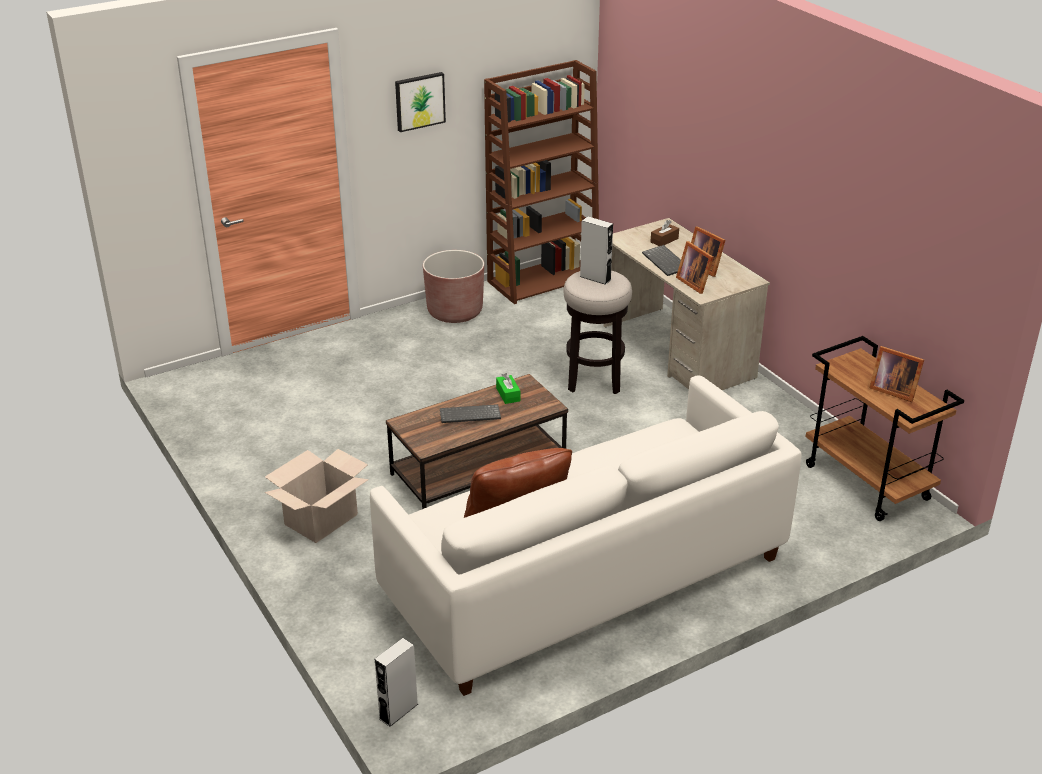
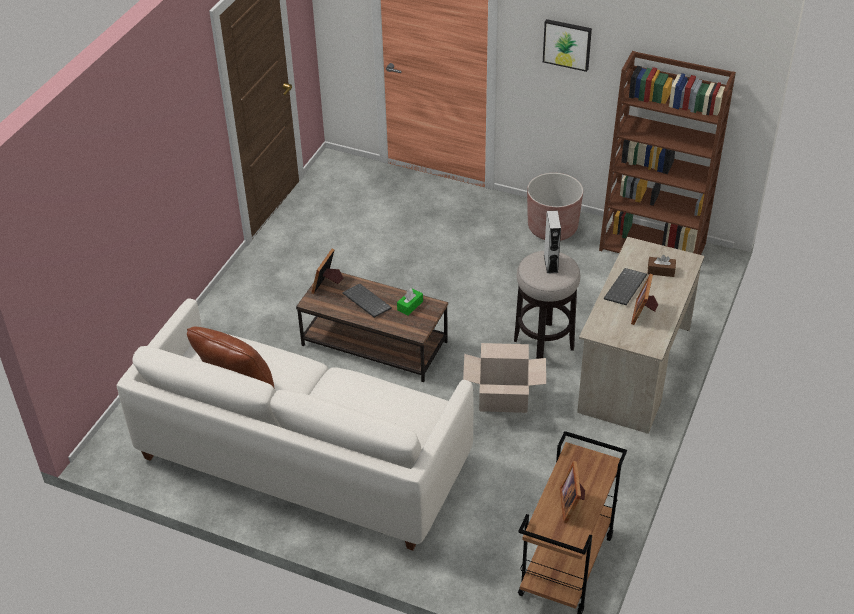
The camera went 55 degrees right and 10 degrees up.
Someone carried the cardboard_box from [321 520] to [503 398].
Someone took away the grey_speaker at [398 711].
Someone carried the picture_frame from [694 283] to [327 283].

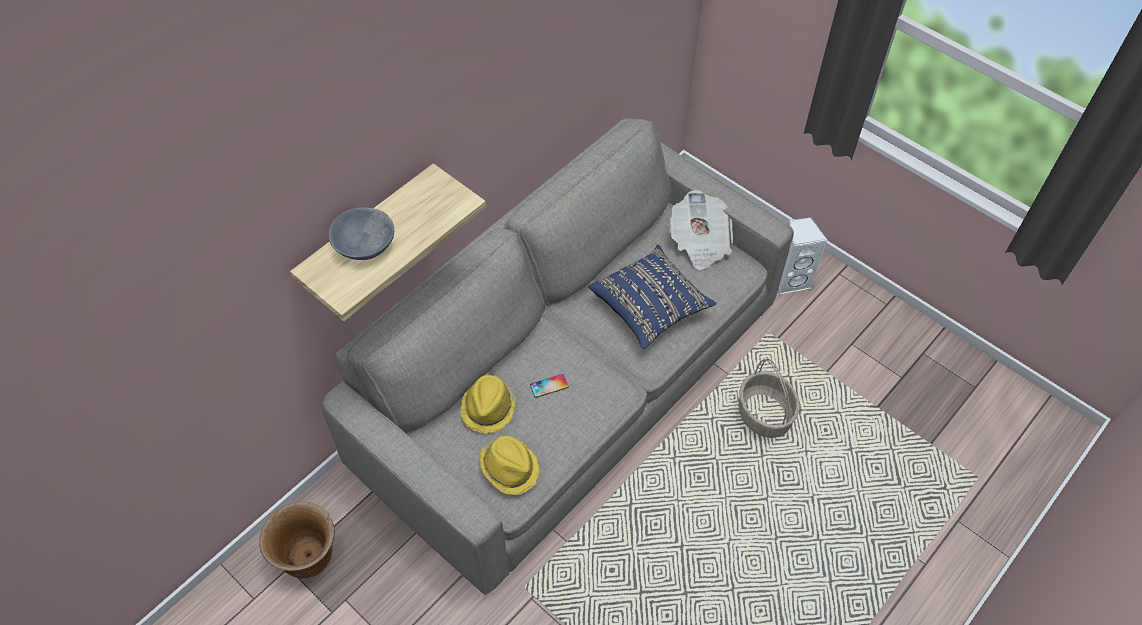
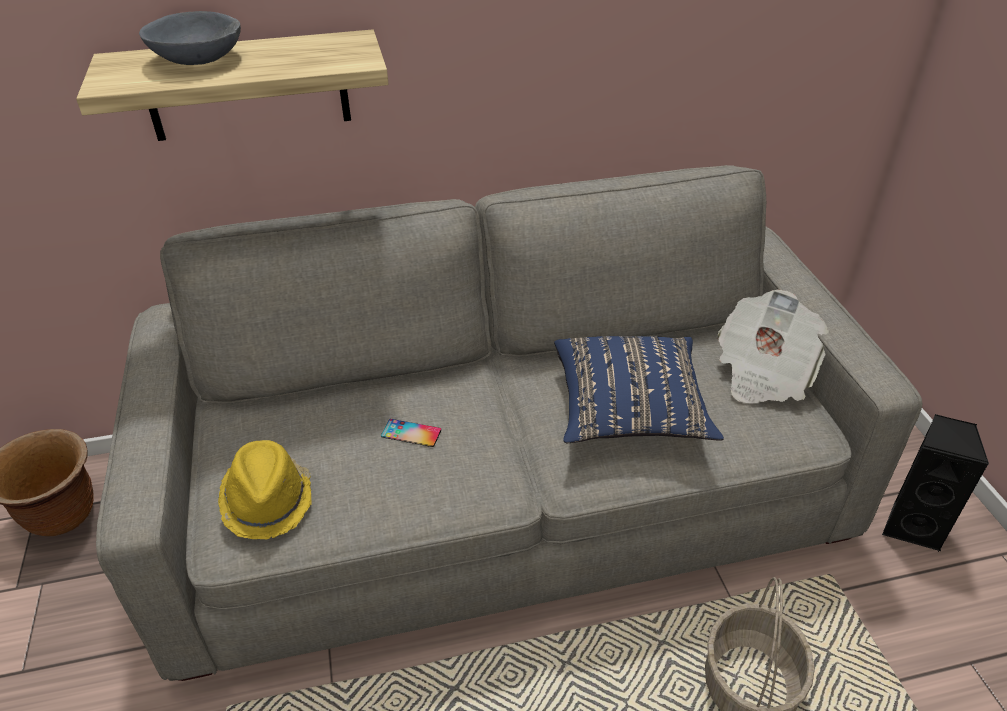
The camera went 35 degrees right and 15 degrees down.
Someone took away the yellow_hat at [489 407].
Someone repainted the white_speaker at [791 280], which became the black_speaker at [912 526].

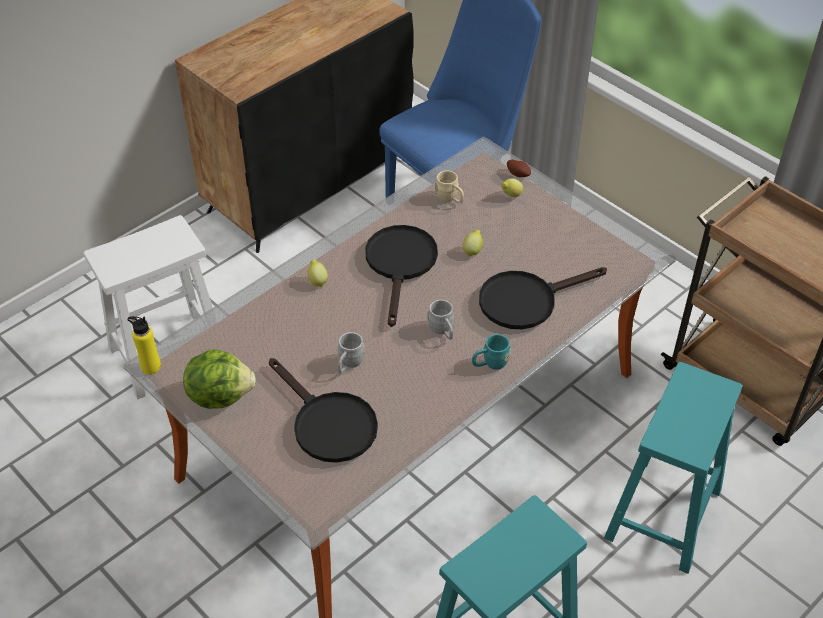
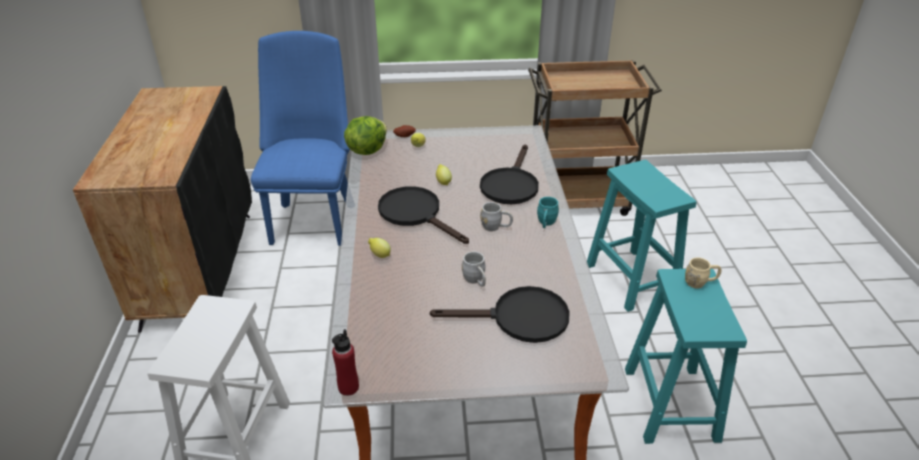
The camera went 50 degrees left and 10 degrees down.
Someone repainted the yellow_bottle at [150 366], which became the red_bottle at [348 387].
Someone carried the lettuce from [220 395] to [366 150].
Someone carried the beige_mug from [450 199] to [700 282].

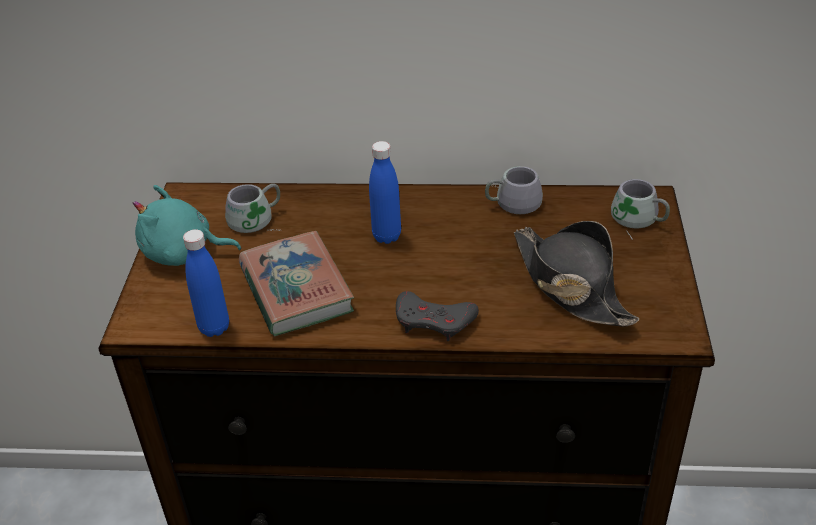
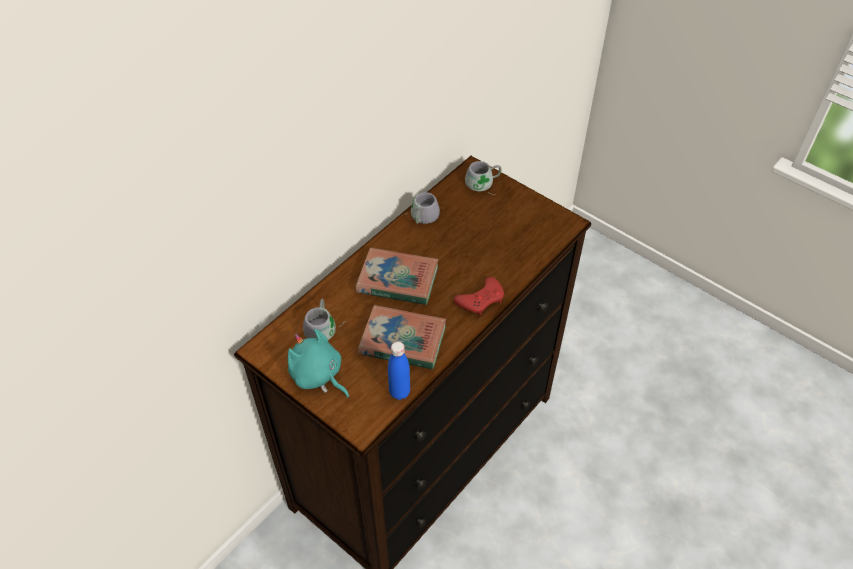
The camera went 55 degrees left and 10 degrees up.
Someone rotated the turquoise_plush_toy at [183 253] by 90 degrees clockwise.
Someone swapped the blue_bottle at [386 236] for the book at [397 280].
Someone repainted the grey_game_controller at [434 321], which became the red_game_controller at [481 300].
Someone took away the black_hat at [570 284].

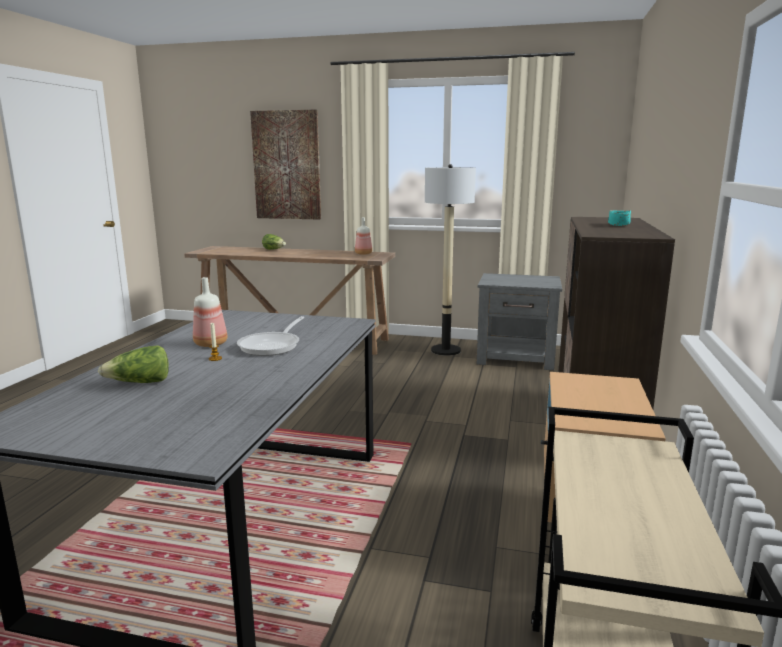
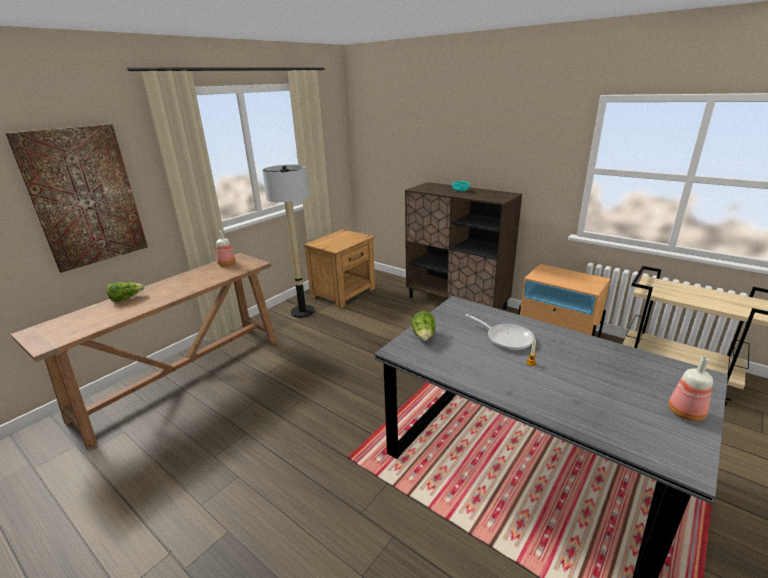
The camera went 65 degrees left and 10 degrees up.
Someone carried the lettuce from [140 383] to [424 336].
Someone carried the bottle from [211 343] to [684 412].
Someone repainted the grey_nightstand at [517 358], which became the brown_nightstand at [344 293].

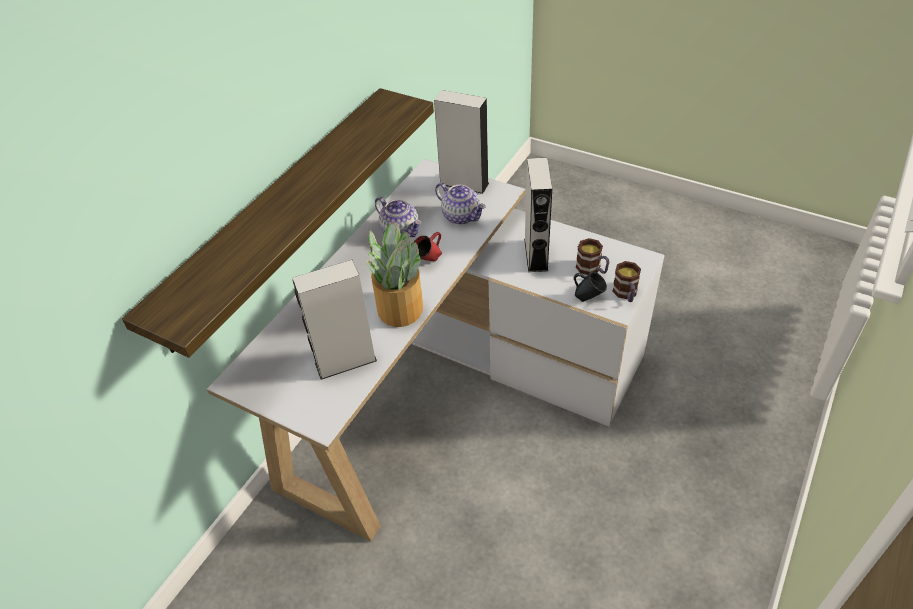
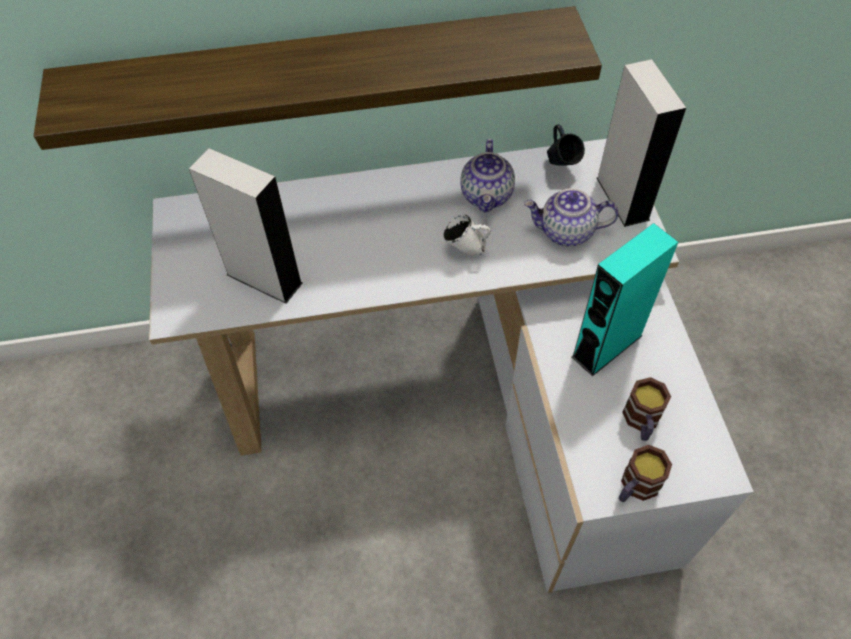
The camera went 50 degrees right and 10 degrees up.
Someone took away the potted_plant at [400 307].
Someone repainted the red_mug at [429 261], which became the white_mug at [466 251].
Someone rotated the teapot at [461 216] by 90 degrees clockwise.
Someone repainted the grey_speaker at [536 254], which became the turquoise_speaker at [607 346].
Someone carried the blue_mug from [588 298] to [561 165].

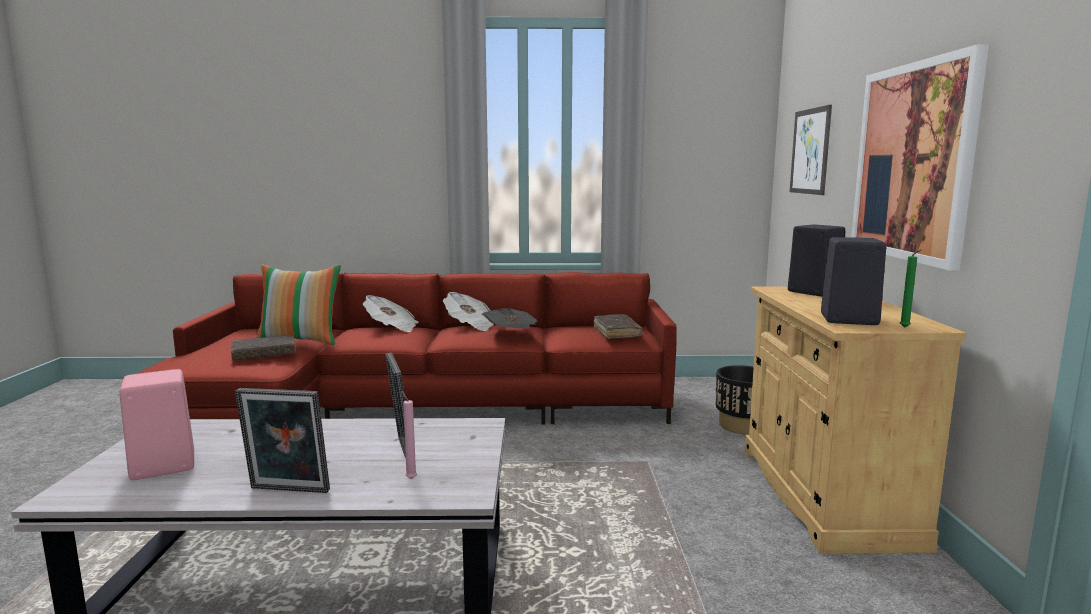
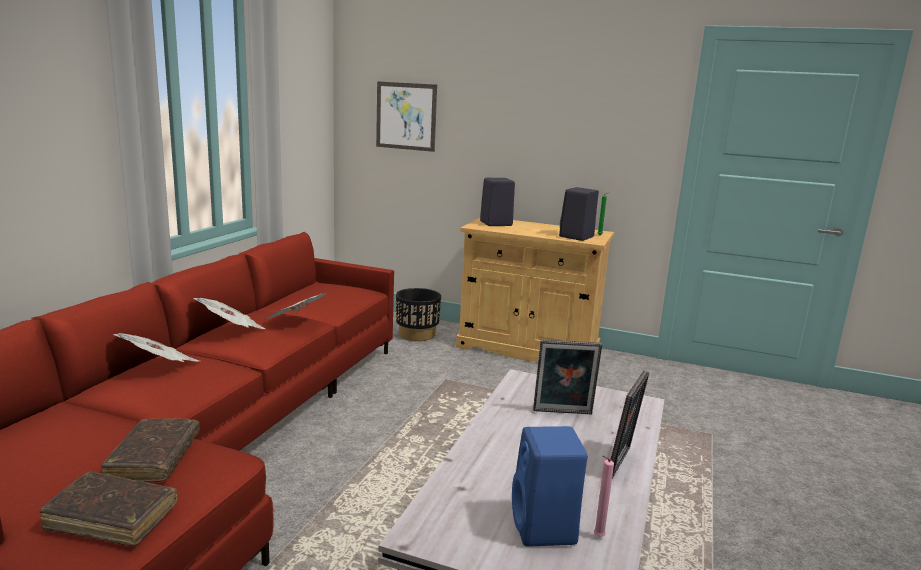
The camera went 70 degrees left and 5 degrees up.
Someone repainted the pink_speaker at [160 466], which became the blue_speaker at [545 529].
Someone took away the pillow at [300 341].
Someone carried the pink_candle from [410 478] to [597 537].
Someone carried the brown_book from [616 332] to [112 517].
Someone took away the picture at [912 162].

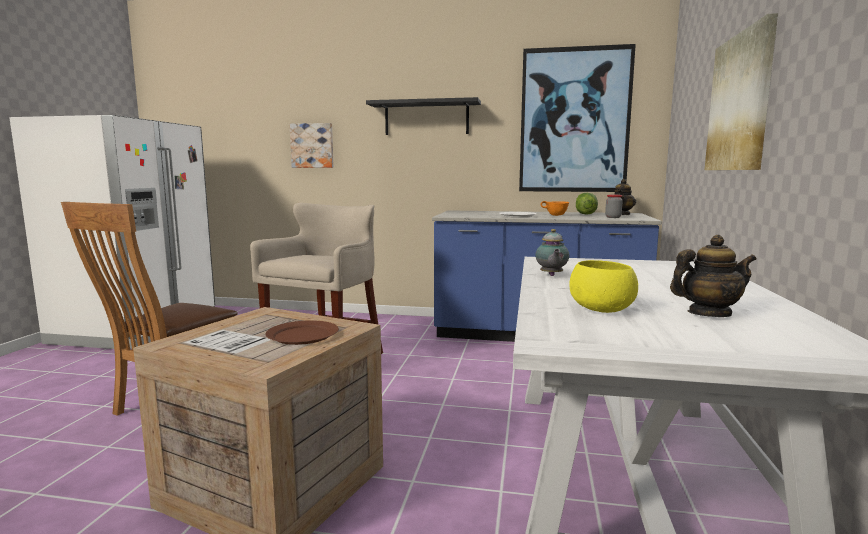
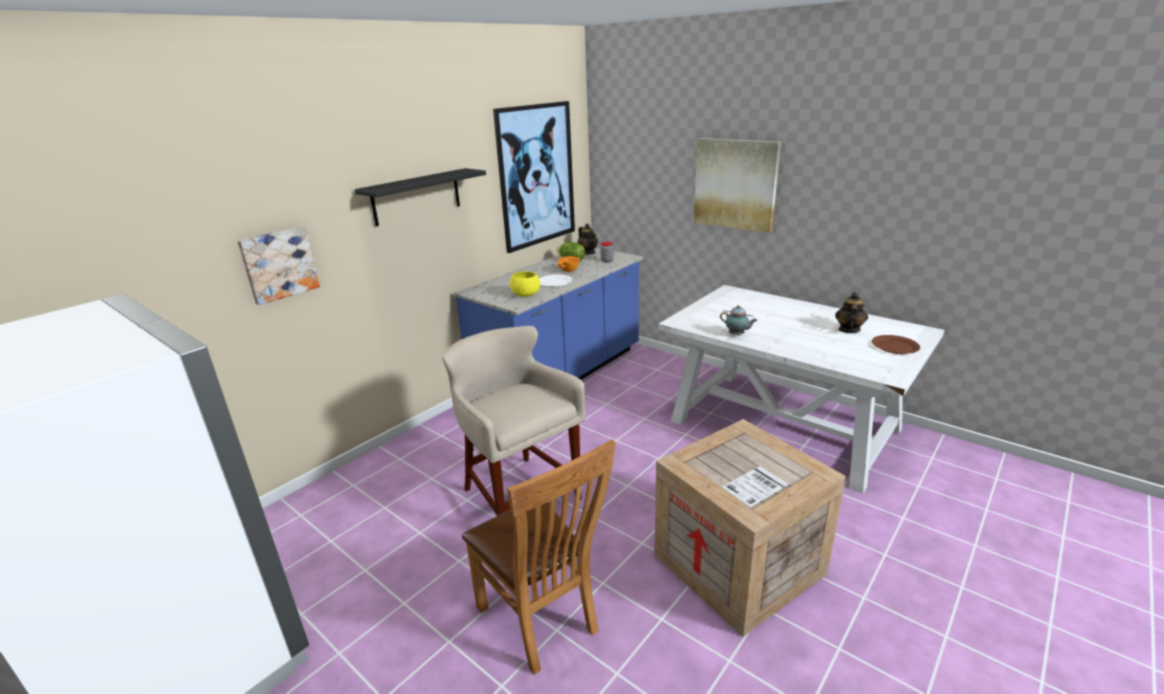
The camera went 60 degrees left and 15 degrees up.
Someone carried the brown_plate from [302 335] to [895 347].
Someone carried the yellow_bowl from [602 310] to [526 295].

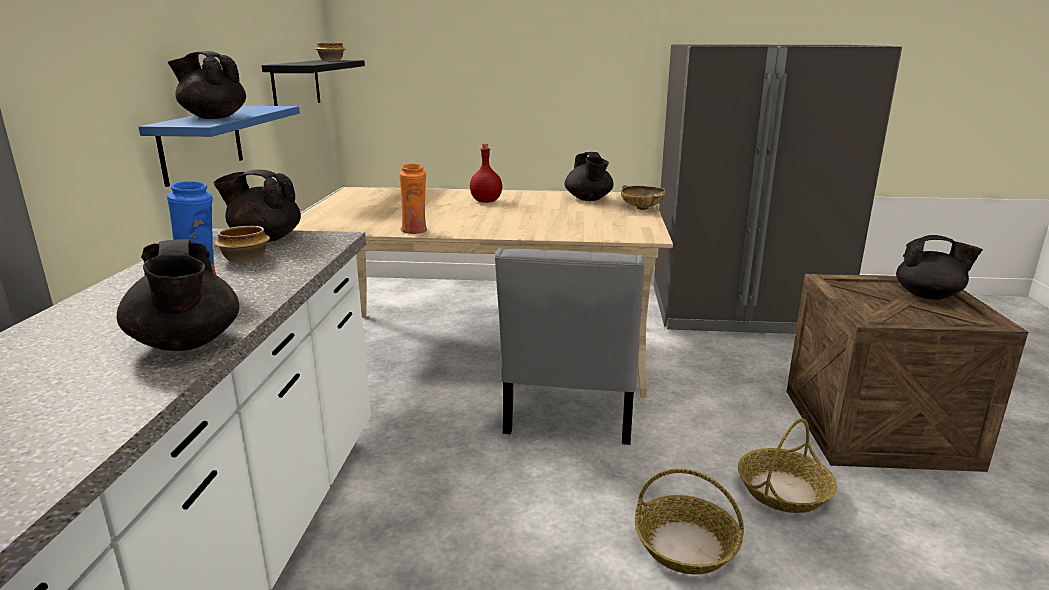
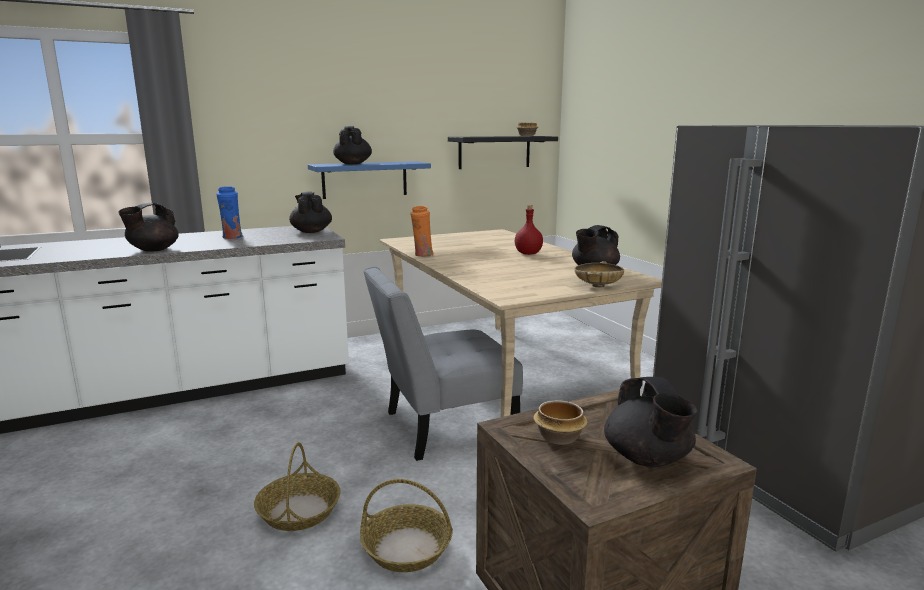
The camera went 60 degrees right and 5 degrees down.
Someone carried the bowl from [244 259] to [558 437].

